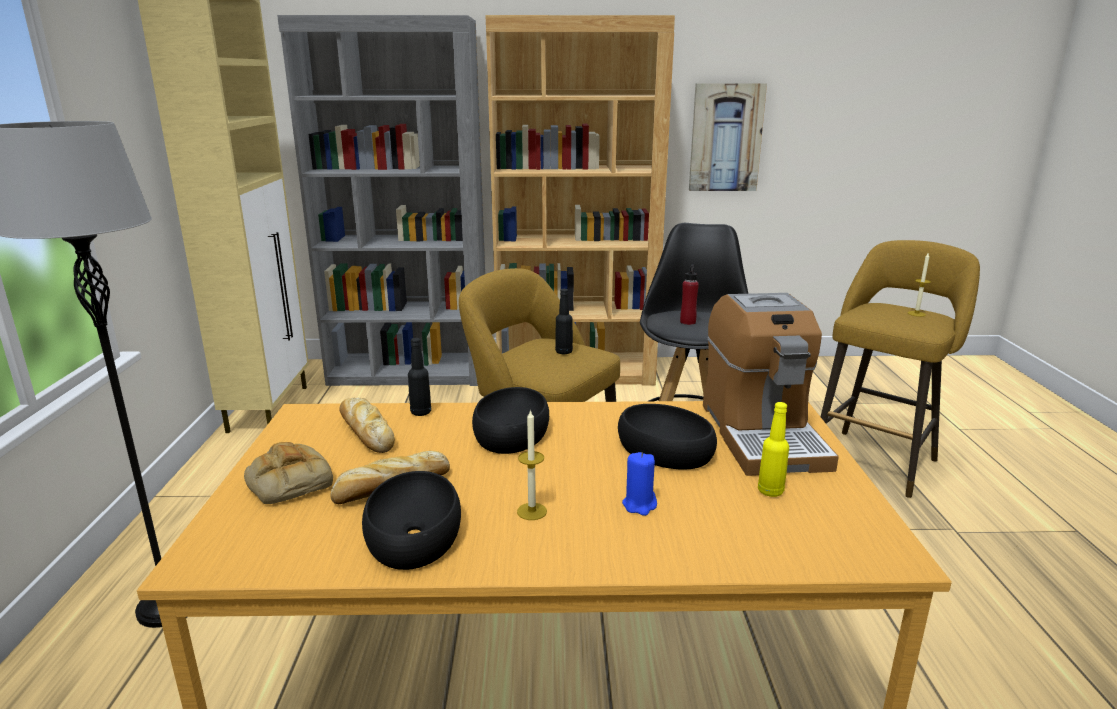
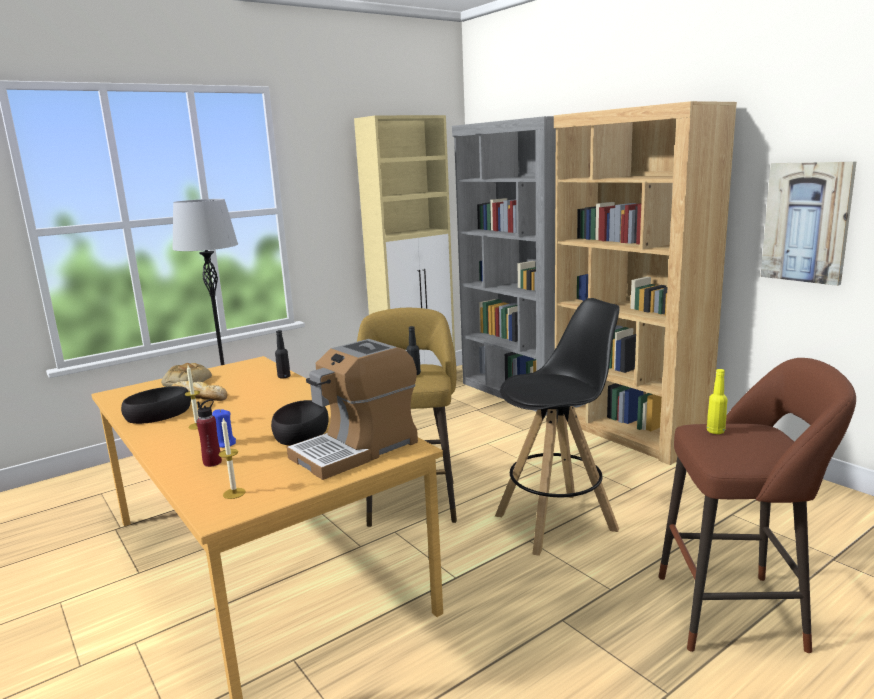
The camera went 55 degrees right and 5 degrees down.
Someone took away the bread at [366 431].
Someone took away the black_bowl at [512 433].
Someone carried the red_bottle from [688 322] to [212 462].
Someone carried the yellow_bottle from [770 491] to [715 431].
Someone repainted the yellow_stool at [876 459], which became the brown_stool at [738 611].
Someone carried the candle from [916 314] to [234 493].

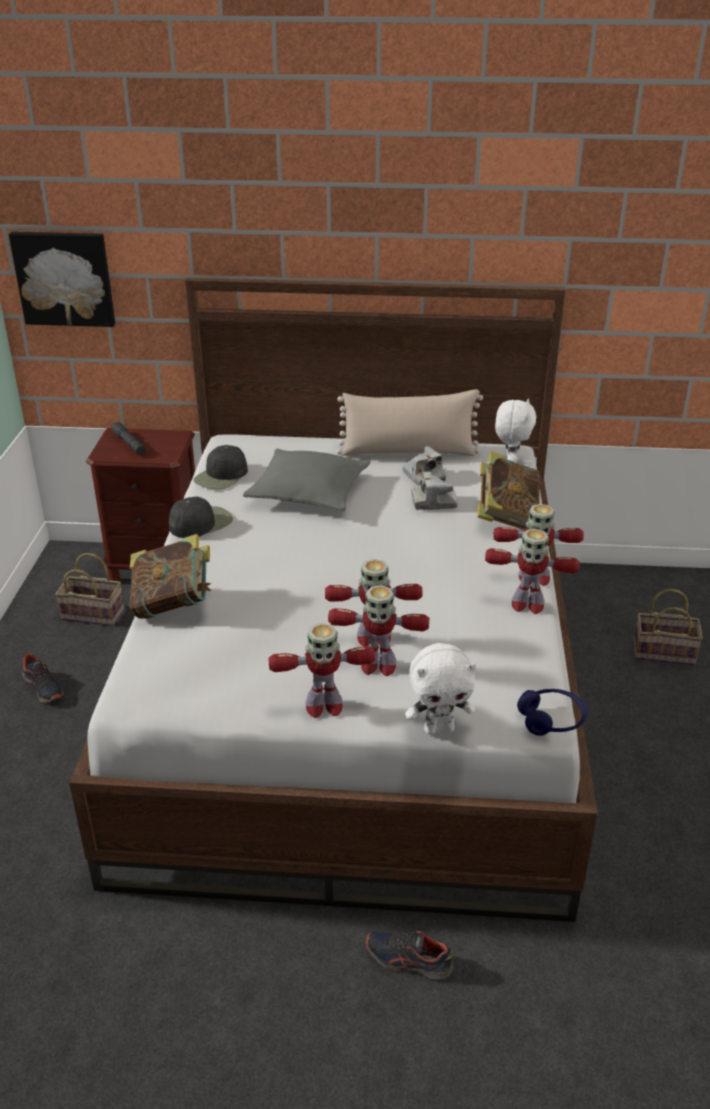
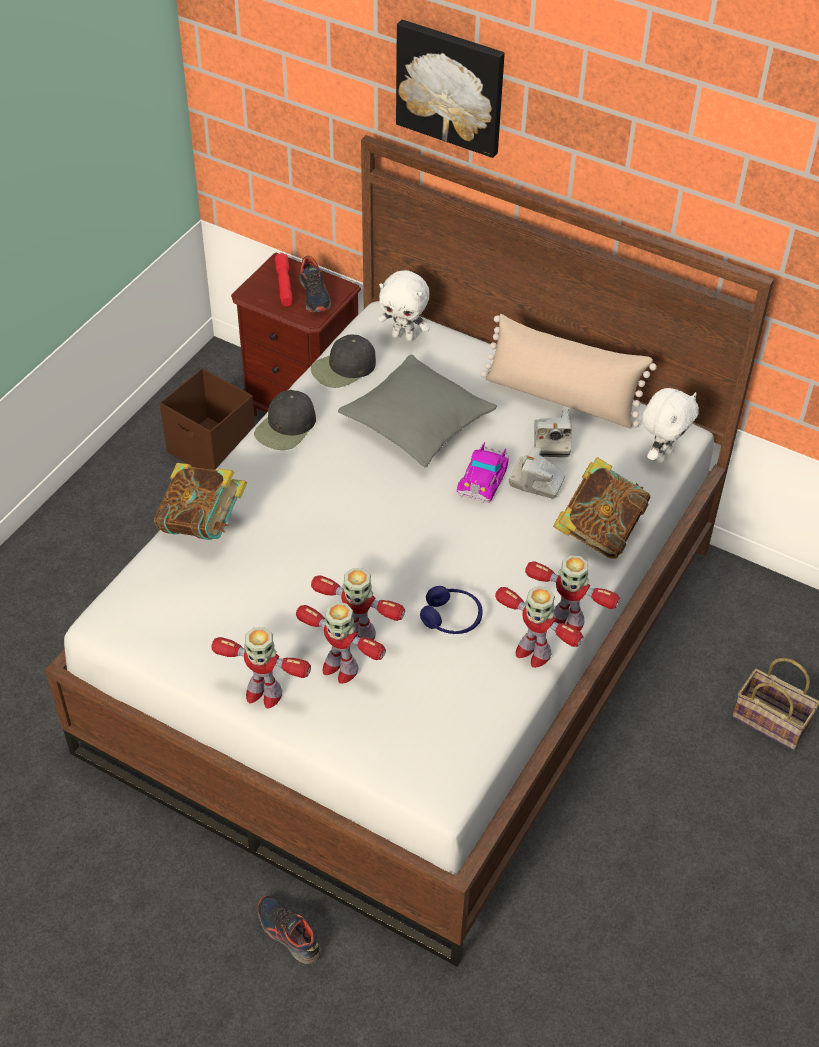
The camera went 25 degrees right and 15 degrees up.
Someone carried the picture from [65 278] to [451 86].
Someone carried the shoe from [43 687] to [314 295].
Someone swapped the basket at [95 614] for the brown_storage_box at [212 450].
Someone repainted the grey_flashlight at [129 444], which became the red_flashlight at [284 285].
Someone rotated the black_cap at [200 523] by 135 degrees clockwise.
Someone carried the white_plush_toy from [439 729] to [404 336].
Someone carried the blue_headphones from [551 720] to [451 618].
Someone put down the toy_car at [483 477].

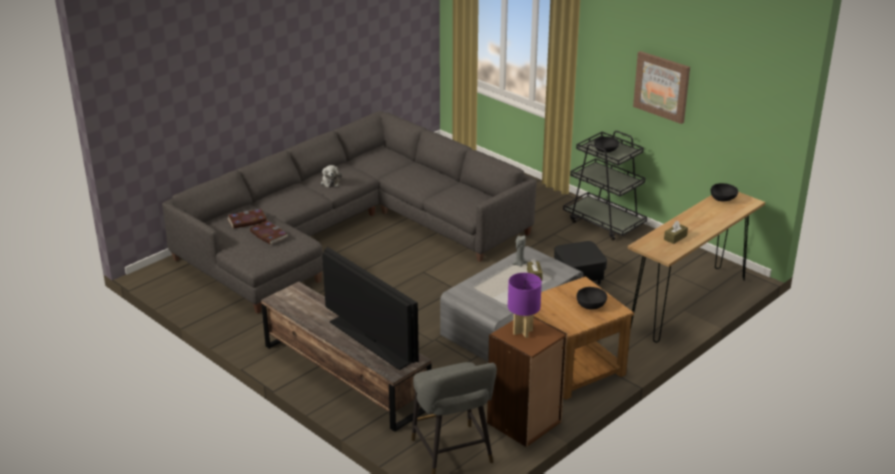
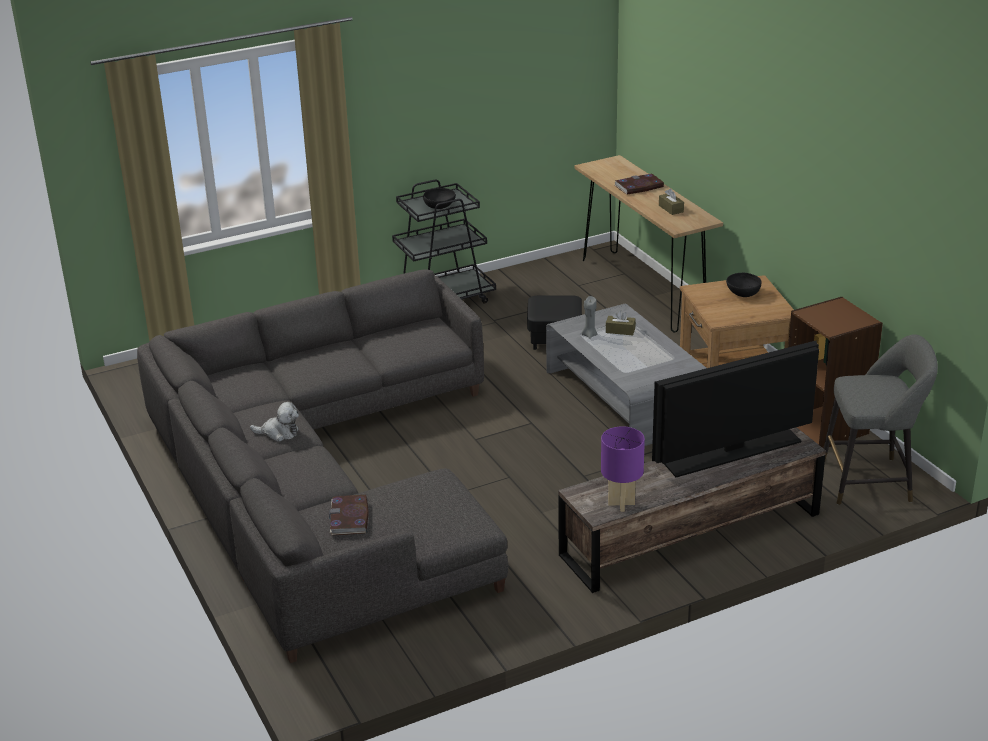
The camera went 70 degrees left and 0 degrees up.
Someone carried the book from [268 234] to [639 186].
Someone carried the purple_table_lamp from [522 332] to [621 504].
Someone took away the picture at [662 86].
Someone took away the black_bowl at [723 199].

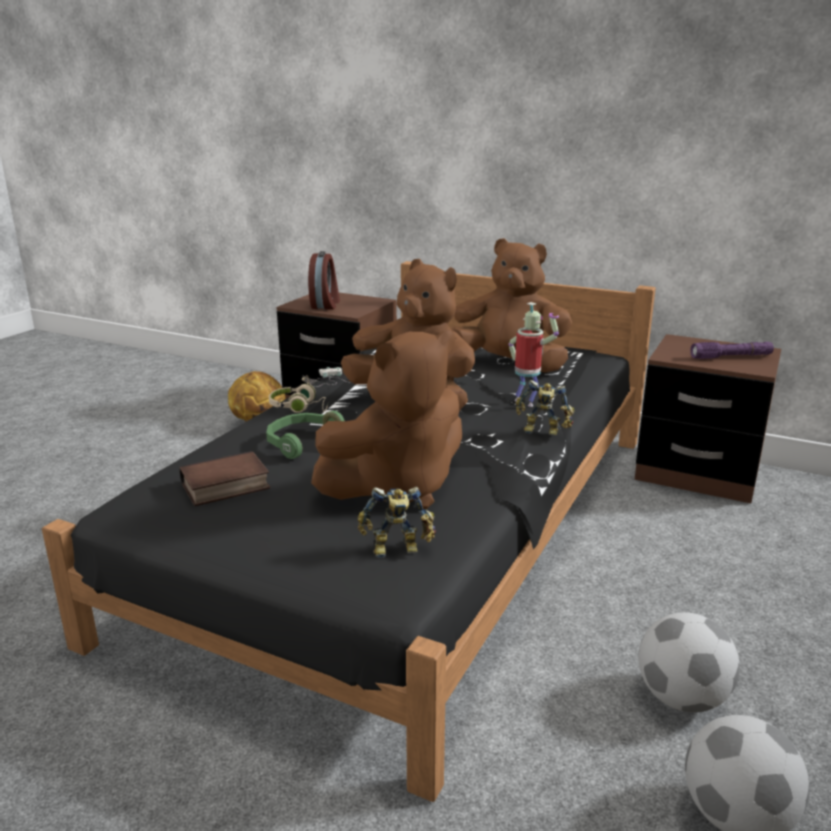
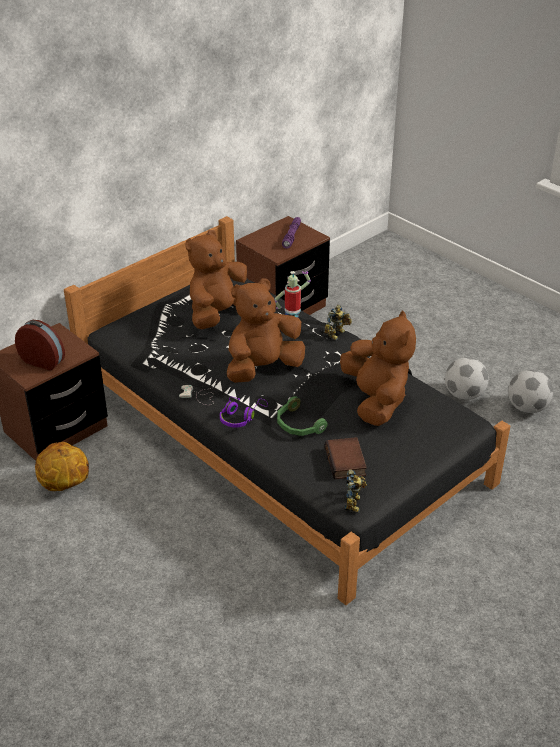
The camera went 70 degrees left and 15 degrees up.
Someone repainted the beige_headphones at [300 407], which became the purple_headphones at [241 417].
Someone carried the toy_robot from [397 550] to [354 503].

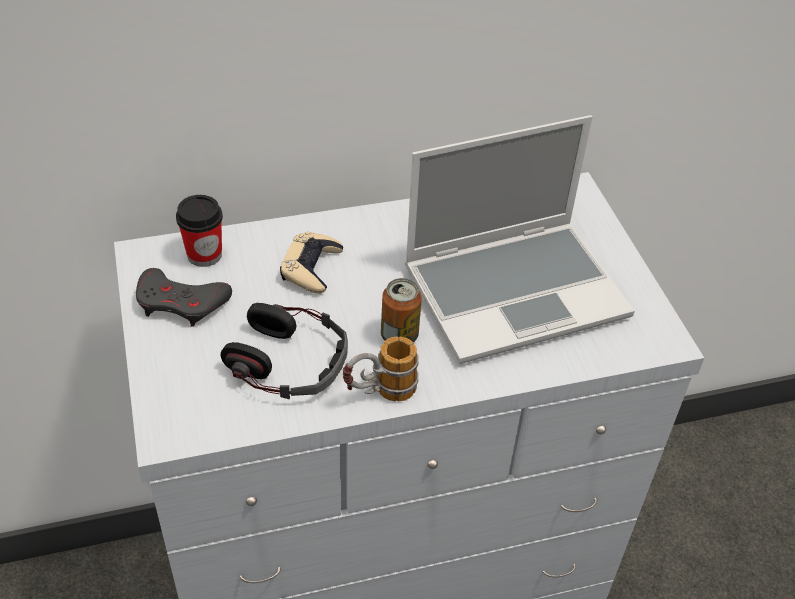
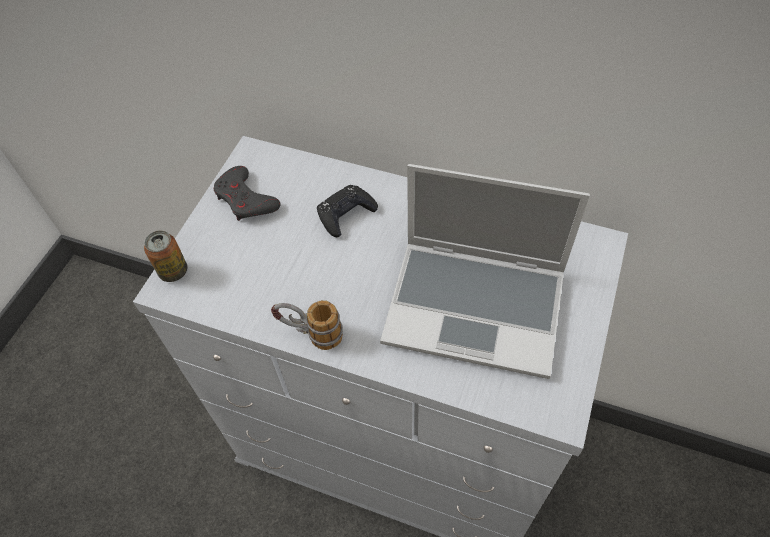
The camera went 40 degrees right and 10 degrees up.
Someone took away the cup at [204 255].
Someone took away the headphones at [289 361].
Someone repainted the beige_game_controller at [311 268], which became the black_game_controller at [346 214].
Someone carried the can from [399 335] to [173 271].

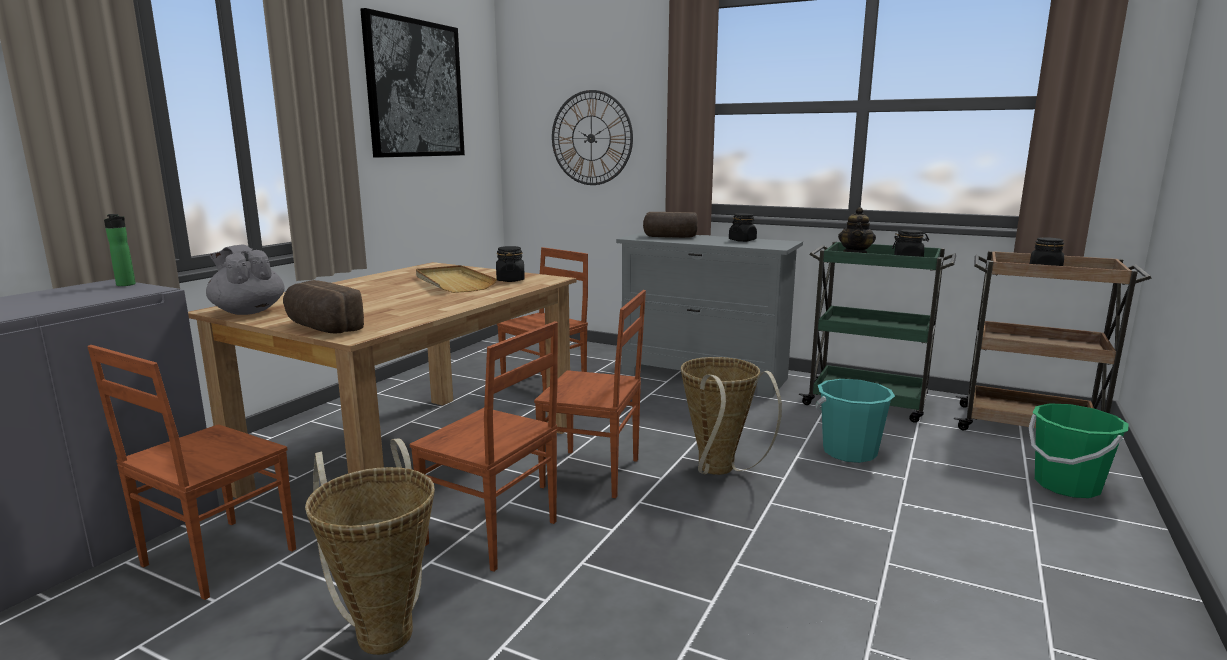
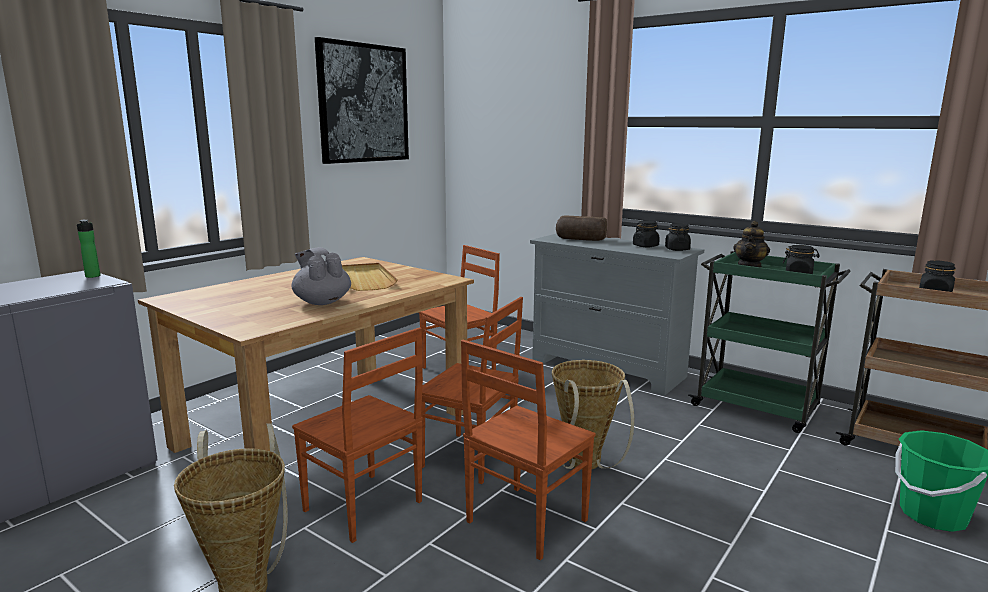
The camera went 10 degrees right and 0 degrees up.
Someone carried the brown_chair from [216 558] to [524 521].
Someone carried the grey_teapot from [248 311] to [322 302].
Someone took away the bread at [321 328].
Someone carried the black_jar from [510 280] to [677 249].
Someone took away the wall_clock at [591 138].
Someone took away the turquoise_bucket at [849 452].

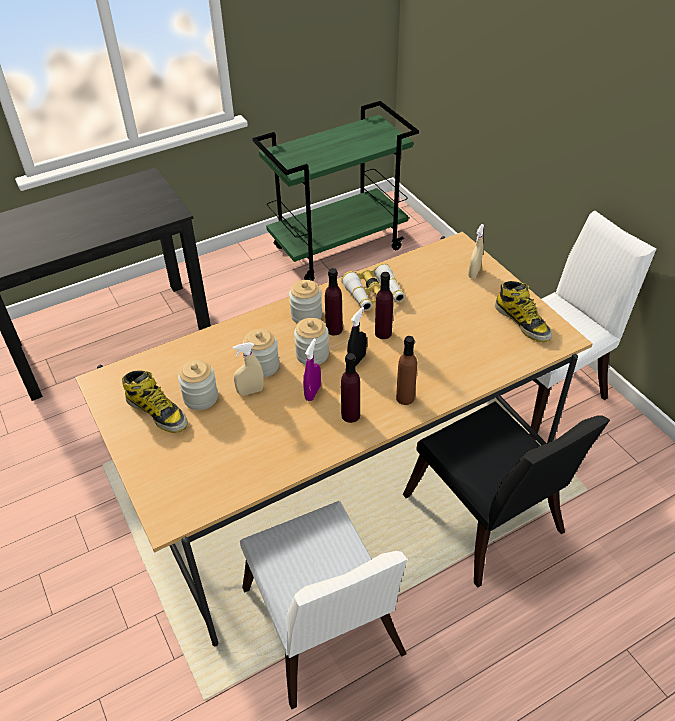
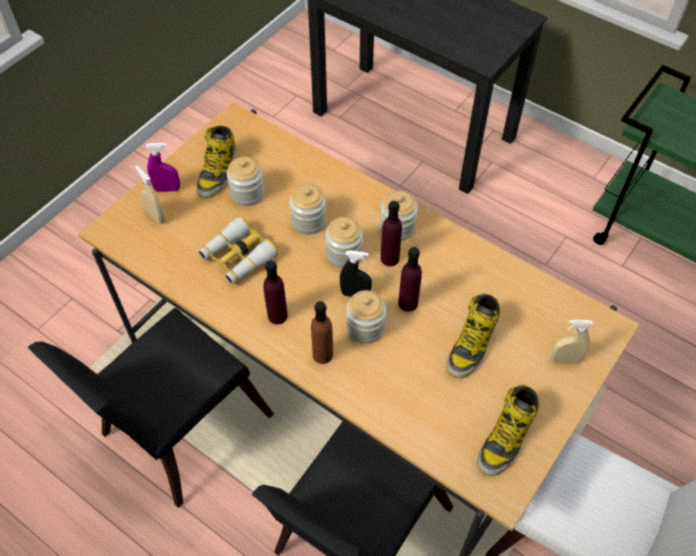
The camera went 65 degrees right and 10 degrees up.
Someone carried the beige_spray_bottle from [250 391] to [156 216].
Someone repainted the white_chair at [323 632], which became the black_chair at [178 430].
Someone carried the purple_spray_bottle from [313 393] to [167 189].
Someone carried the binoculars from [374 294] to [238 257].
Someone put down the jar at [365 327].
Someone put down the boot at [472 344].

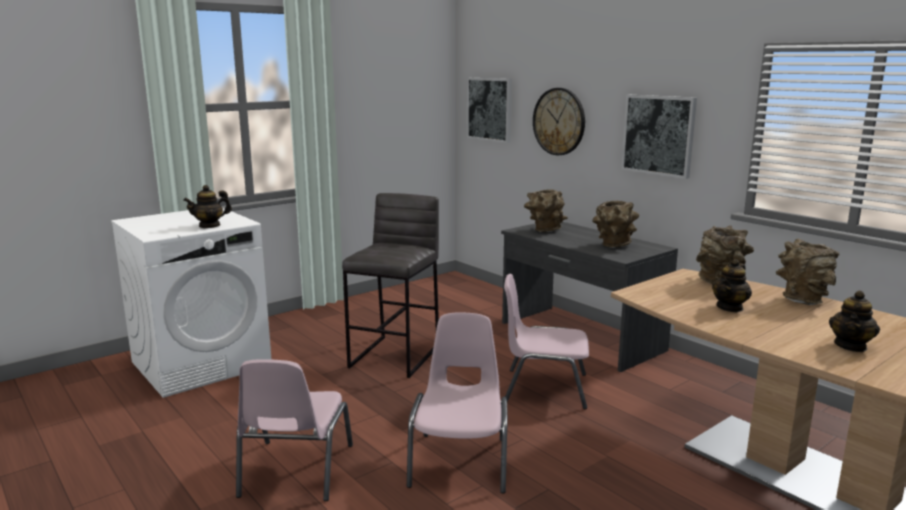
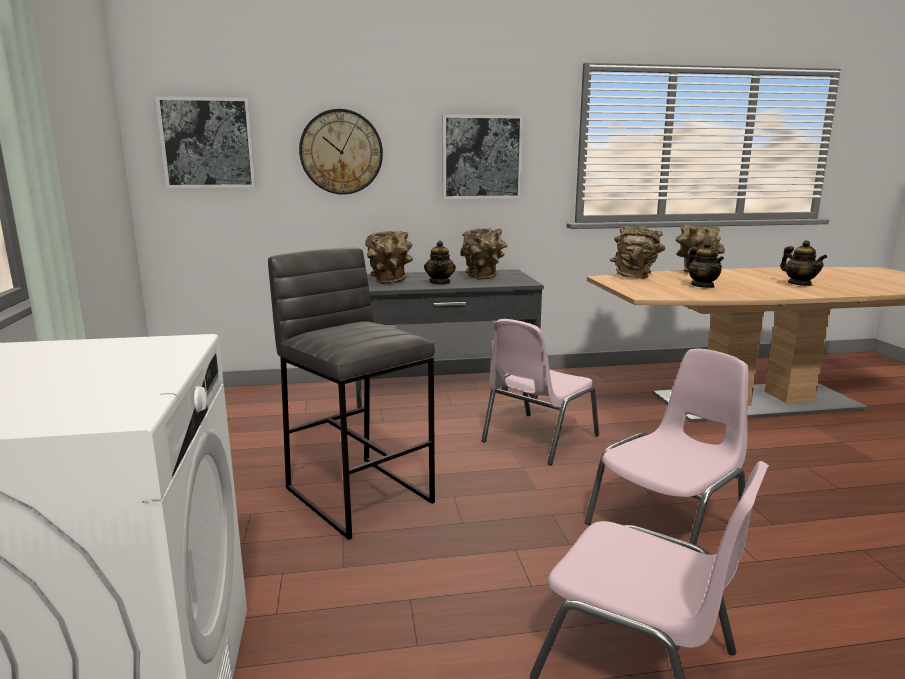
The camera went 60 degrees left and 0 degrees up.
Someone carried the teapot from [210 225] to [440 282].
Someone rotated the pink_chair at [460 461] by 105 degrees clockwise.

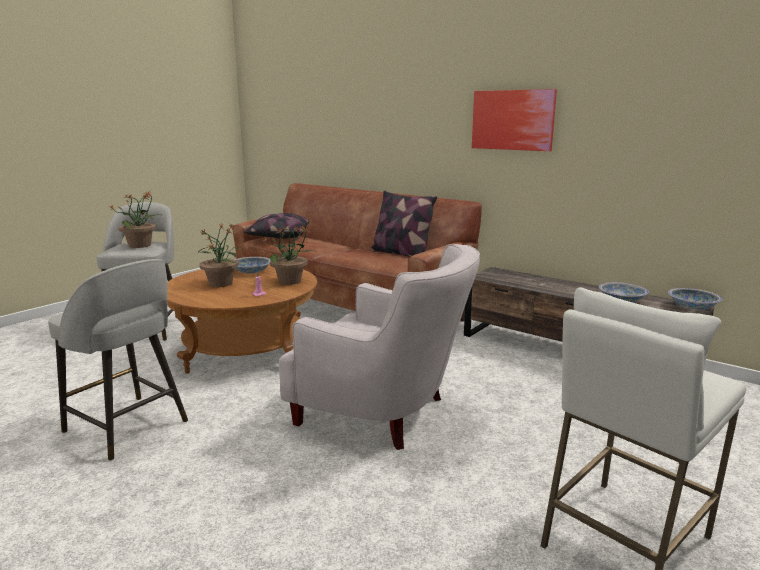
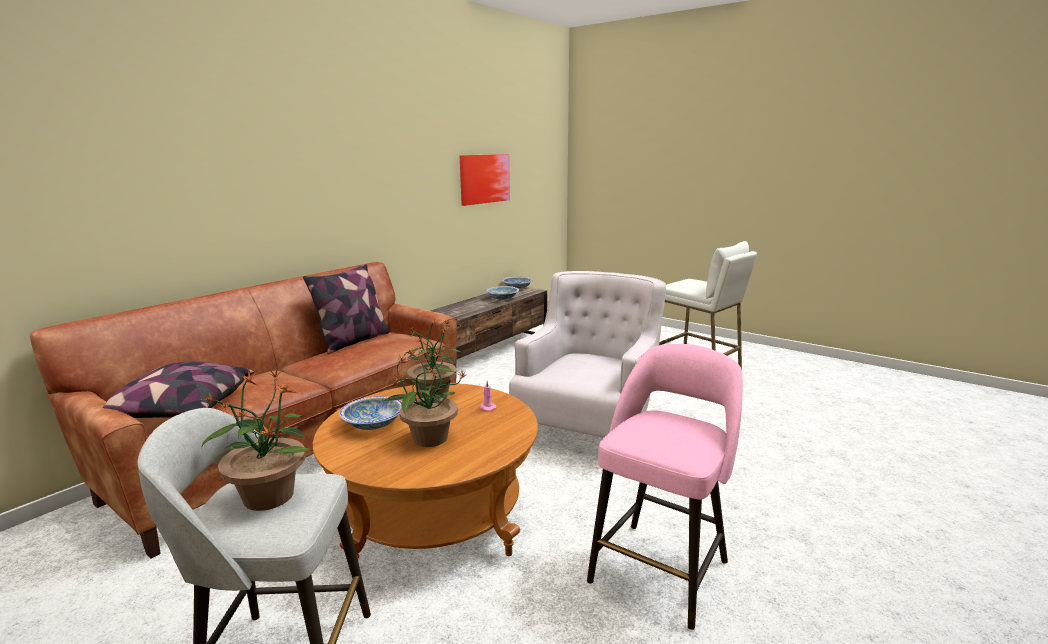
The camera went 90 degrees left and 0 degrees up.
Someone repainted the grey_stool at [128 427], which became the pink_stool at [661 569].
Someone carried the picture from [512 120] to [484 178].

